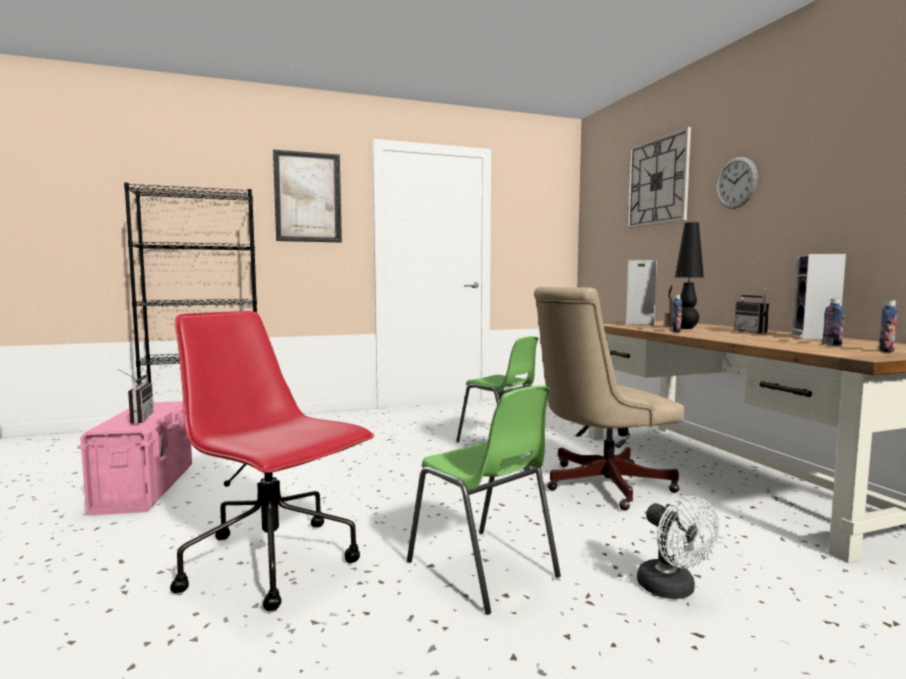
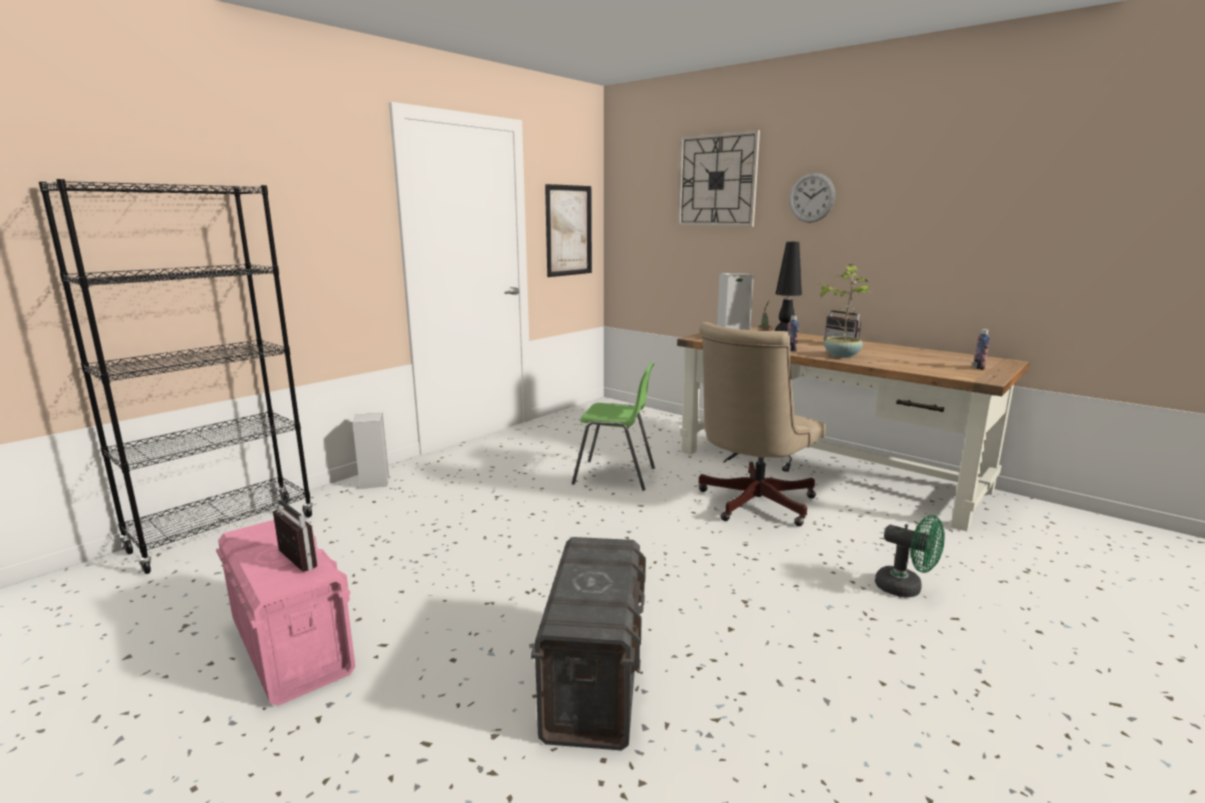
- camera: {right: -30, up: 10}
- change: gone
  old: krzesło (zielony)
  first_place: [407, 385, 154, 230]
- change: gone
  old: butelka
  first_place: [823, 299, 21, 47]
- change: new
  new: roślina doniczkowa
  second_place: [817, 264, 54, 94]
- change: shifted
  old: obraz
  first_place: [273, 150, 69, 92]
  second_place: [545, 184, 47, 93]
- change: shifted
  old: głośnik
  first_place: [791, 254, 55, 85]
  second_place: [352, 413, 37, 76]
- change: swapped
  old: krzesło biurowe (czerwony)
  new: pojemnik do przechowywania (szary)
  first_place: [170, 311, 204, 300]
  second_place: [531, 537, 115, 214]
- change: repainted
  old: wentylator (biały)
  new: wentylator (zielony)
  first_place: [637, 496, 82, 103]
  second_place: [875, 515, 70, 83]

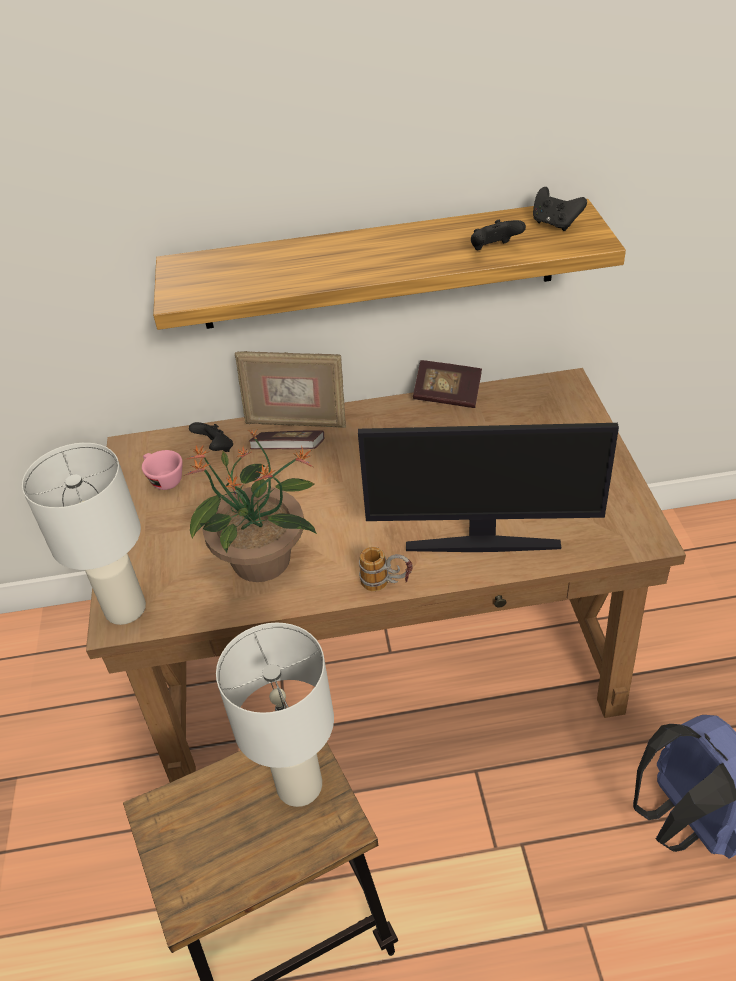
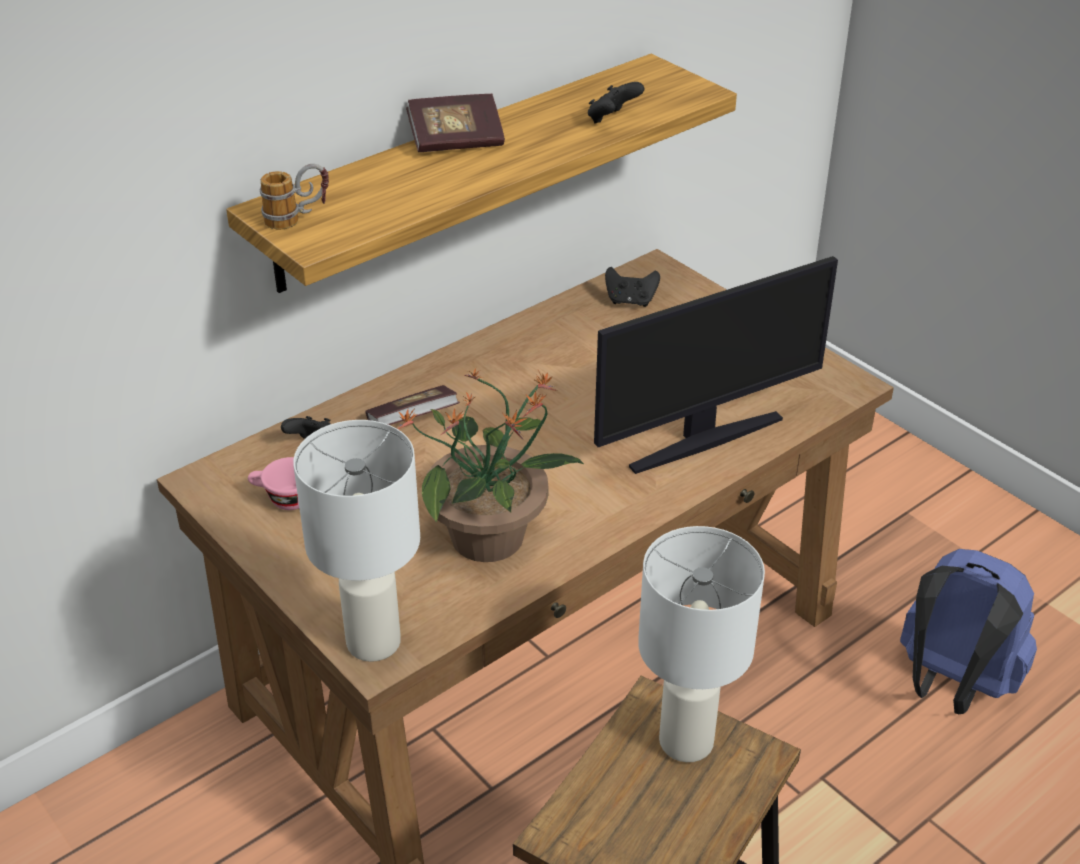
- camera: {right: -35, up: -5}
- change: gone
  old: ramka na zdjęcie
  first_place: [235, 351, 111, 77]
- change: shifted
  old: kubek
  first_place: [359, 547, 54, 44]
  second_place: [260, 164, 69, 66]
- change: shifted
  old: książka
  first_place: [413, 360, 69, 48]
  second_place: [406, 94, 99, 58]
- change: shifted
  old: pad do gier (czarny)
  first_place: [533, 187, 54, 44]
  second_place: [605, 267, 55, 40]

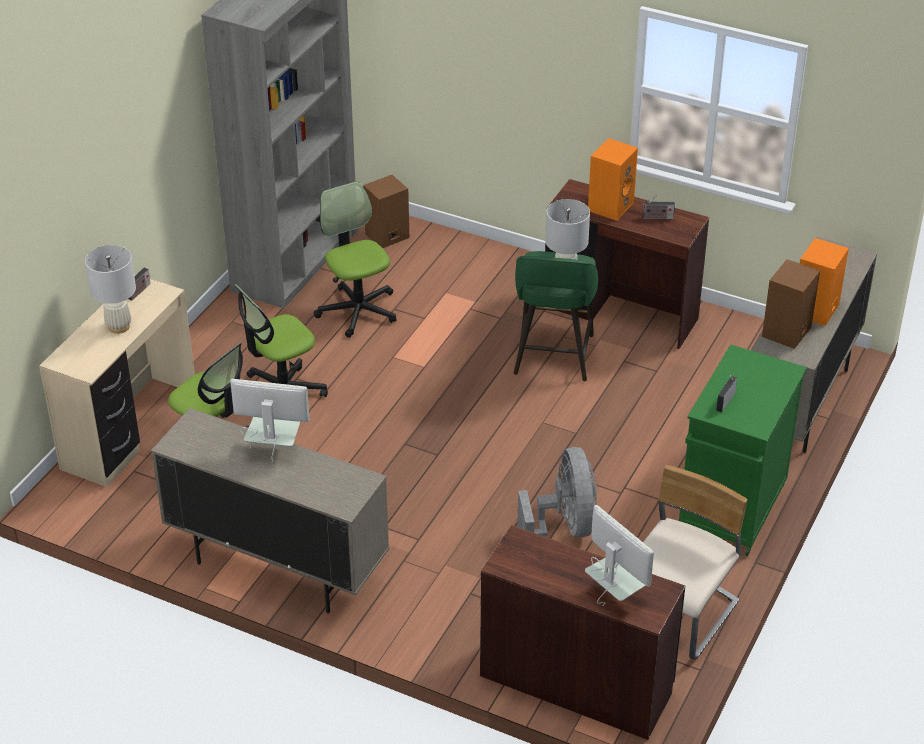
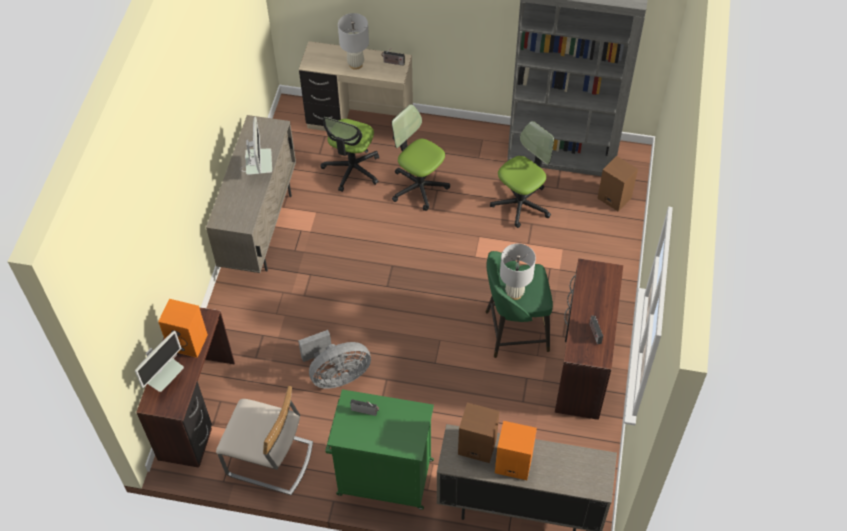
- camera: {right: 75, up: 15}
- change: shifted
  old: głośnik (pomarańczowy)
  first_place: [588, 138, 50, 83]
  second_place: [158, 299, 50, 59]

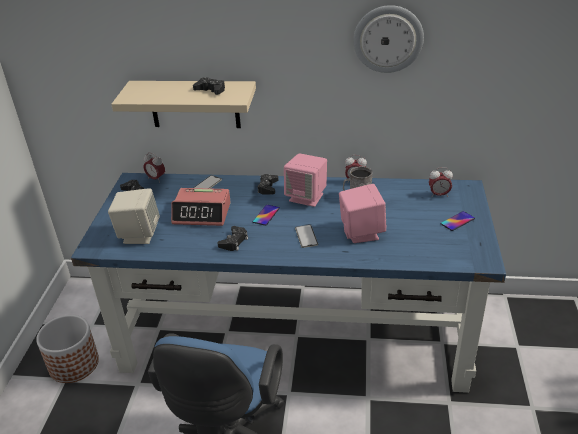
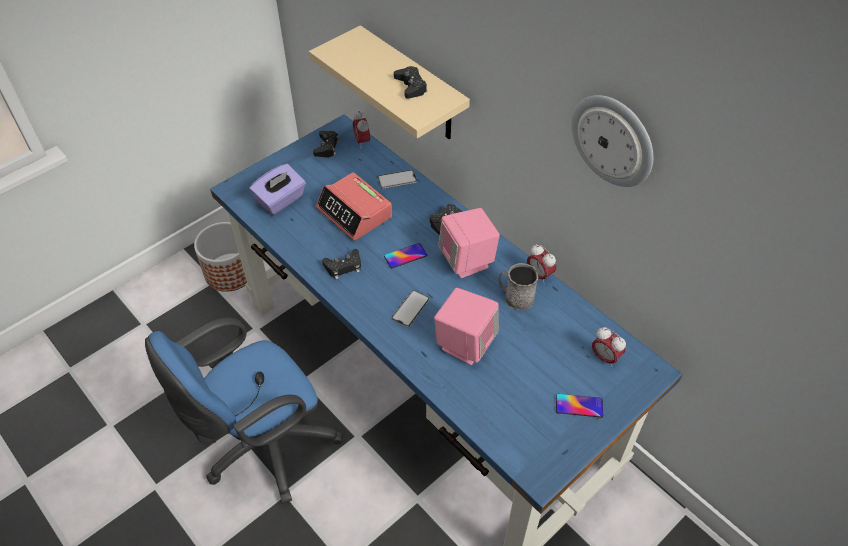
- camera: {right: 40, up: 15}
- change: swapped
  old: głośnik (beżowy)
  new: pudełko chusteczek (fioletowy)
  first_place: [108, 188, 52, 56]
  second_place: [249, 164, 57, 51]

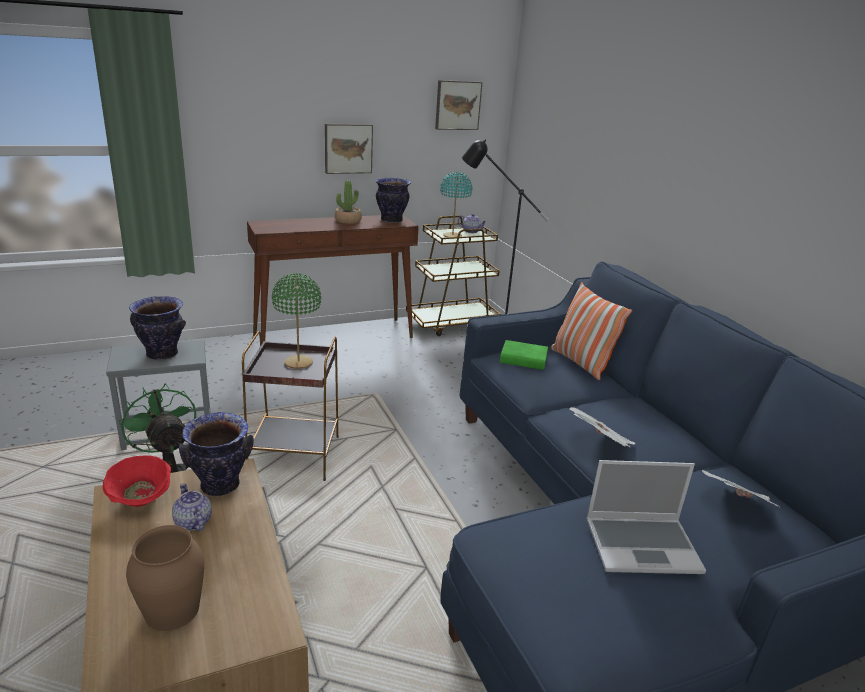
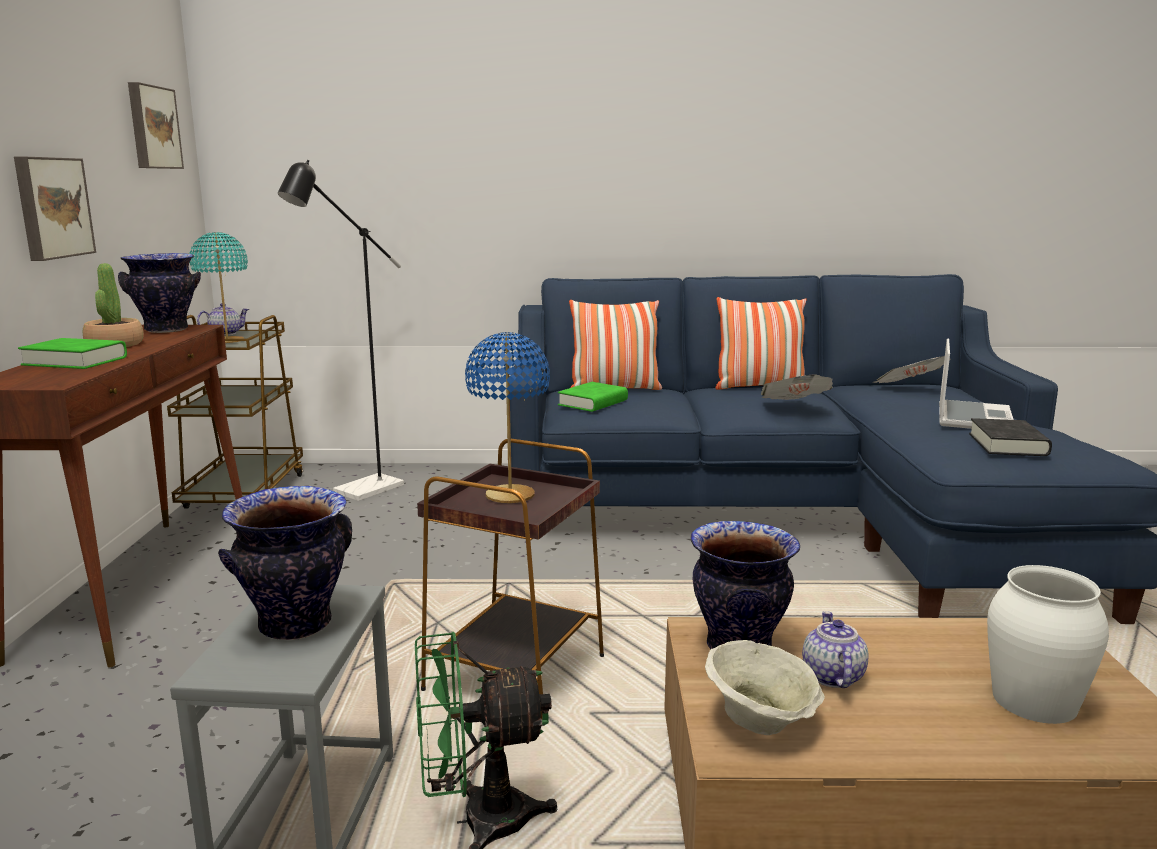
- camera: {right: -65, up: -10}
- change: new
  new: książka (zielony)
  second_place: [18, 338, 109, 31]
- change: new
  new: poduszka
  second_place: [716, 297, 90, 93]
- change: new
  new: książka (czarny)
  second_place: [969, 418, 83, 38]
- change: repainted
  old: miska (czerwony)
  new: miska (beżowy)
  first_place: [103, 455, 68, 52]
  second_place: [705, 640, 120, 95]
- change: repainted
  old: wazon (brązowy)
  new: wazon (biały)
  first_place: [126, 525, 78, 106]
  second_place: [987, 565, 122, 159]
- change: repainted
  old: lampa stołowa (zielony)
  new: lampa stołowa (niebieski)
  first_place: [272, 273, 49, 96]
  second_place: [465, 332, 85, 171]
- change: rotated
  old: imbryk
  first_place: [172, 483, 40, 48]
  second_place: [802, 611, 66, 77]
  degrees: 105

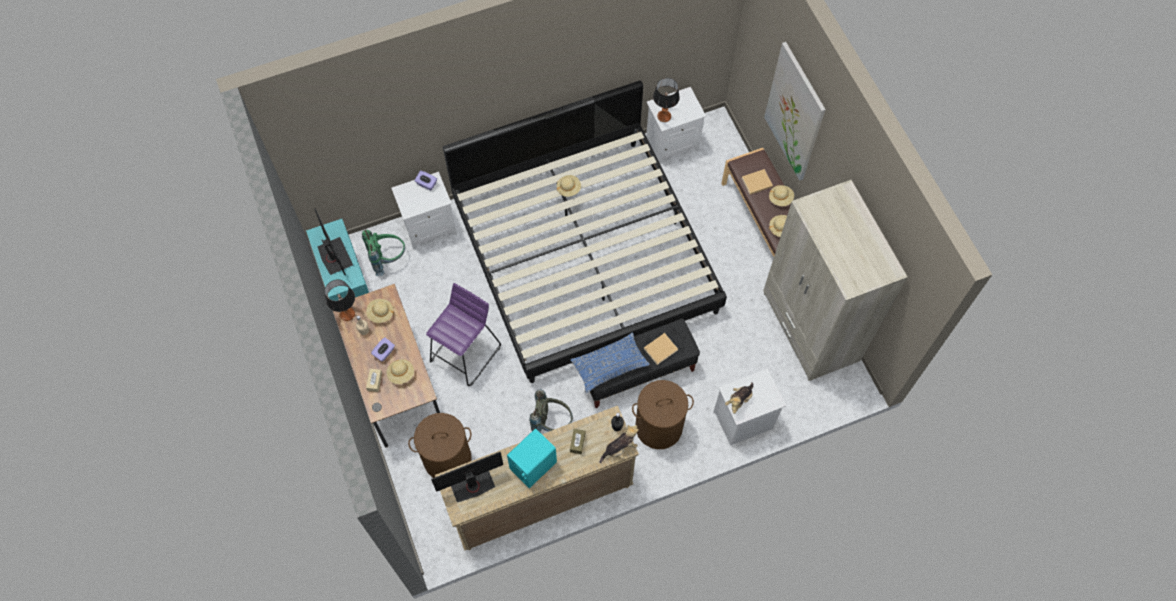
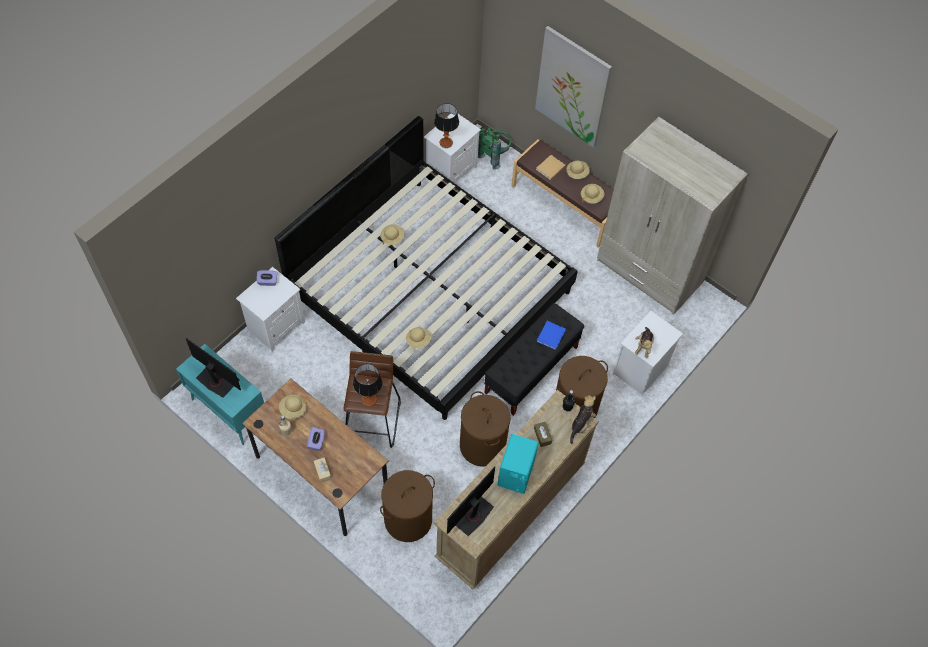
- camera: {right: -30, up: -5}
- change: gone
  old: poduszka (niebieski)
  first_place: [571, 333, 79, 60]
- change: shifted
  old: lampa stołowa
  first_place: [325, 280, 30, 41]
  second_place: [353, 364, 29, 43]
- change: shifted
  old: plecak (zielony)
  first_place: [362, 229, 43, 47]
  second_place: [478, 127, 34, 43]
- change: shifted
  old: kapelusz (beżowy)
  first_place: [387, 359, 27, 25]
  second_place: [406, 327, 25, 22]
- change: swapped
  old: plecak (szary)
  new: kosz na pranie (brązowy)
  first_place: [529, 389, 44, 44]
  second_place: [460, 391, 51, 76]
- change: repainted
  old: stołek (fioletowy)
  new: stołek (brązowy)
  first_place: [426, 283, 75, 103]
  second_place: [344, 351, 57, 97]
- change: repainted
  old: książka (beżowy)
  new: książka (niebieski)
  first_place: [644, 333, 34, 32]
  second_place: [537, 321, 29, 29]

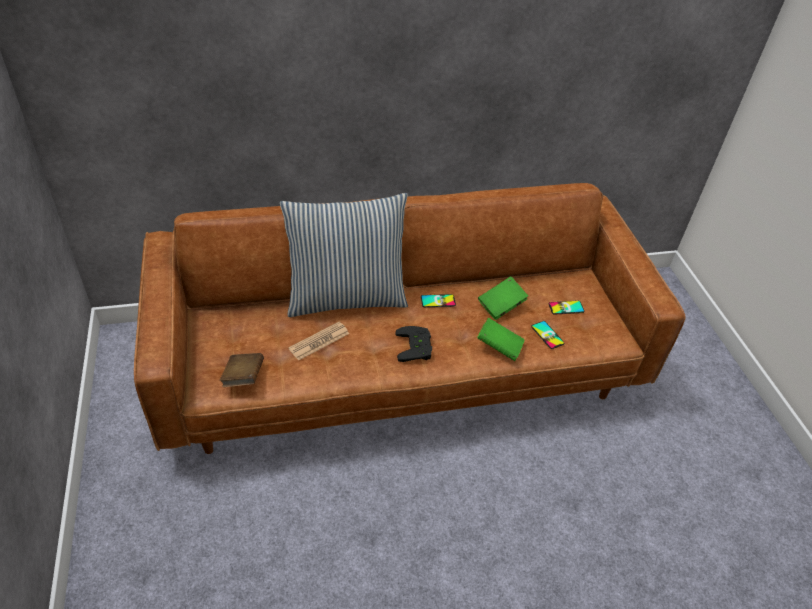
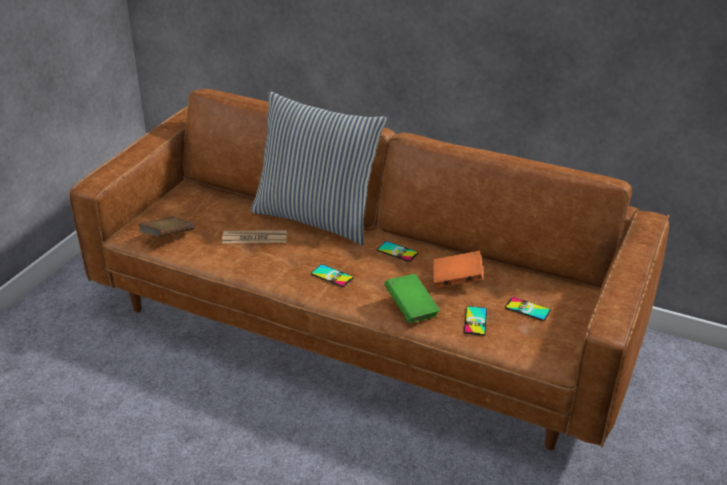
- camera: {right: 40, up: -10}
- change: swapped
  old: pad do gier (czarny)
  new: telefon
  first_place: [395, 326, 37, 36]
  second_place: [311, 264, 42, 23]
- change: repainted
  old: książka (zielony)
  new: książka (pomarańczowy)
  first_place: [478, 276, 50, 44]
  second_place: [433, 251, 50, 37]

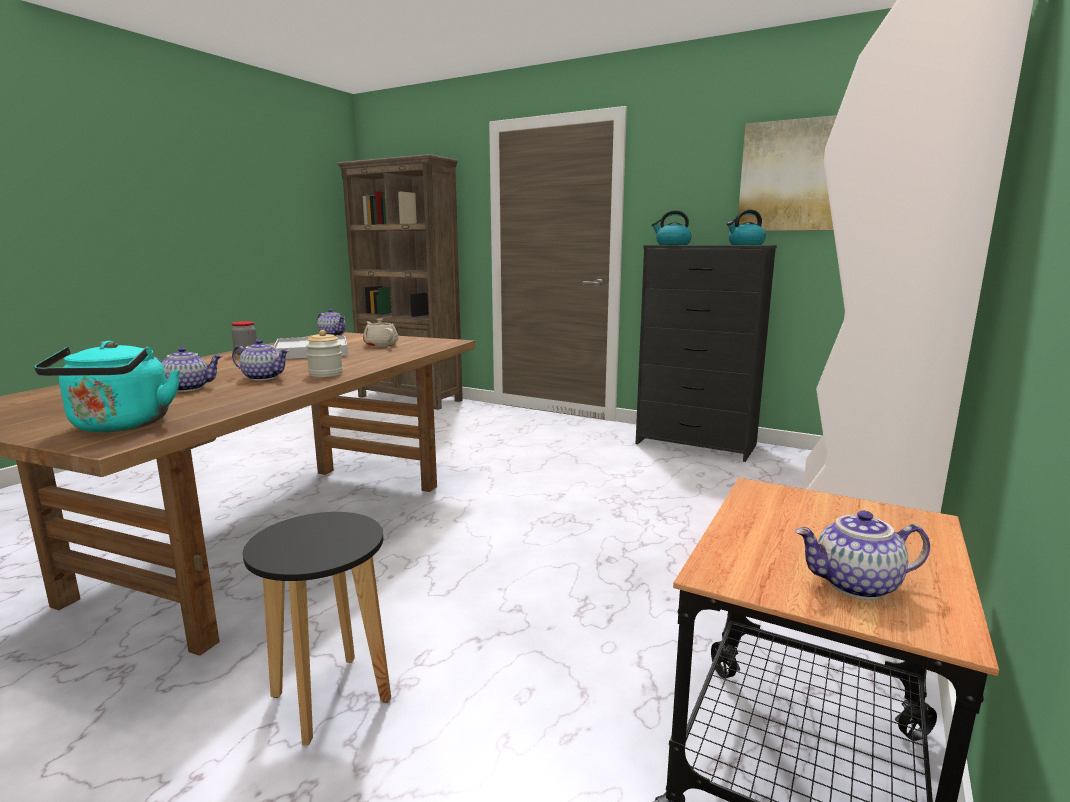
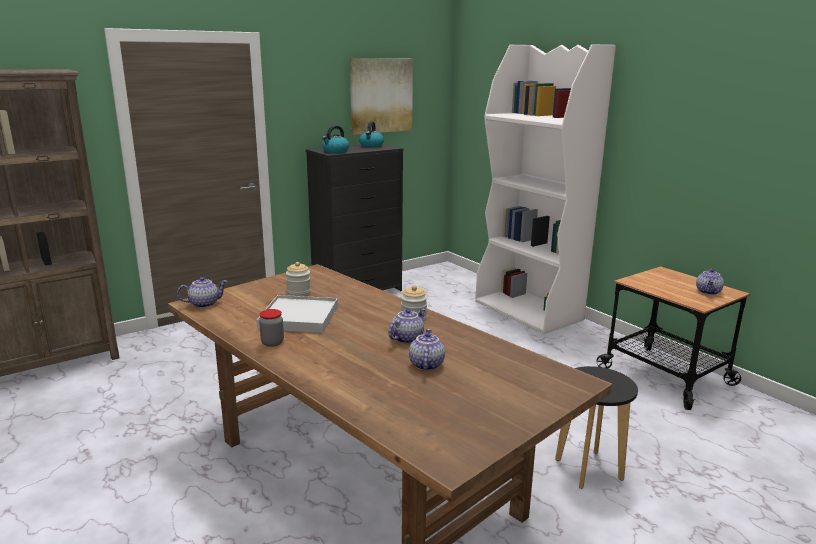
- camera: {right: -65, up: 5}
- change: gone
  old: czajnik (turkusowy)
  first_place: [34, 341, 146, 91]
- change: swapped
  old: imbryk (beżowy)
  new: słoik
  first_place: [363, 319, 35, 28]
  second_place: [286, 262, 25, 34]

